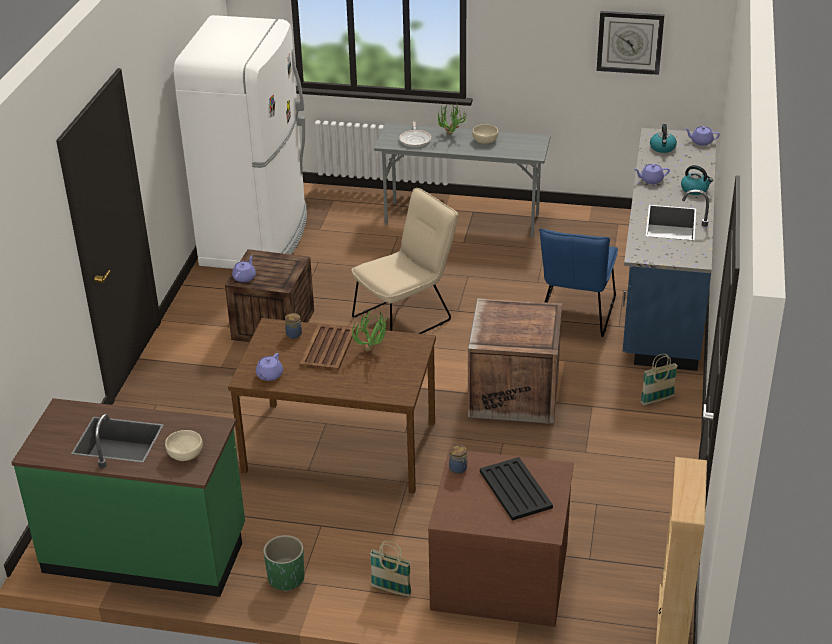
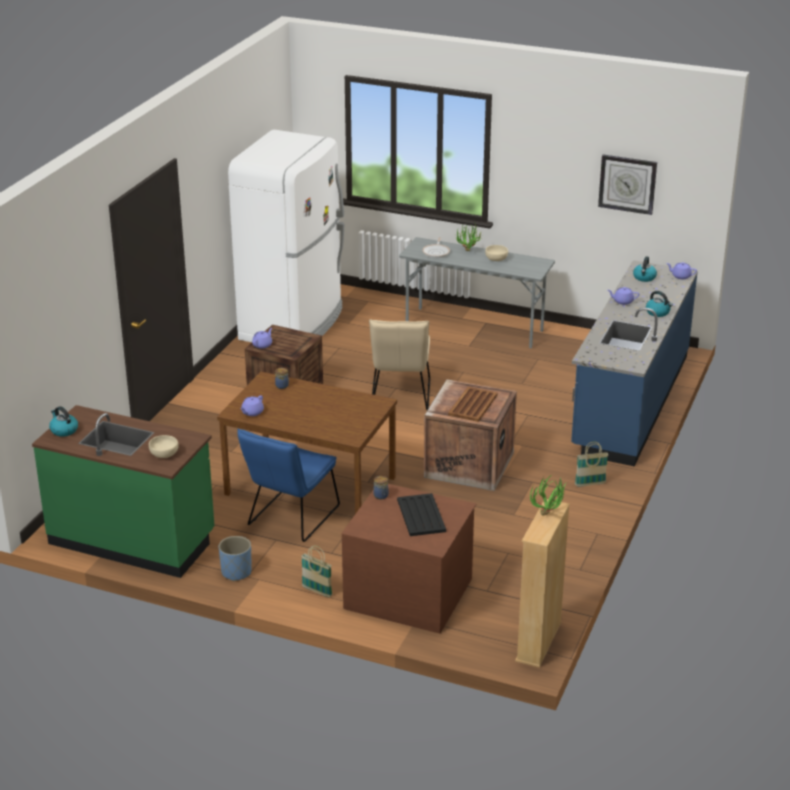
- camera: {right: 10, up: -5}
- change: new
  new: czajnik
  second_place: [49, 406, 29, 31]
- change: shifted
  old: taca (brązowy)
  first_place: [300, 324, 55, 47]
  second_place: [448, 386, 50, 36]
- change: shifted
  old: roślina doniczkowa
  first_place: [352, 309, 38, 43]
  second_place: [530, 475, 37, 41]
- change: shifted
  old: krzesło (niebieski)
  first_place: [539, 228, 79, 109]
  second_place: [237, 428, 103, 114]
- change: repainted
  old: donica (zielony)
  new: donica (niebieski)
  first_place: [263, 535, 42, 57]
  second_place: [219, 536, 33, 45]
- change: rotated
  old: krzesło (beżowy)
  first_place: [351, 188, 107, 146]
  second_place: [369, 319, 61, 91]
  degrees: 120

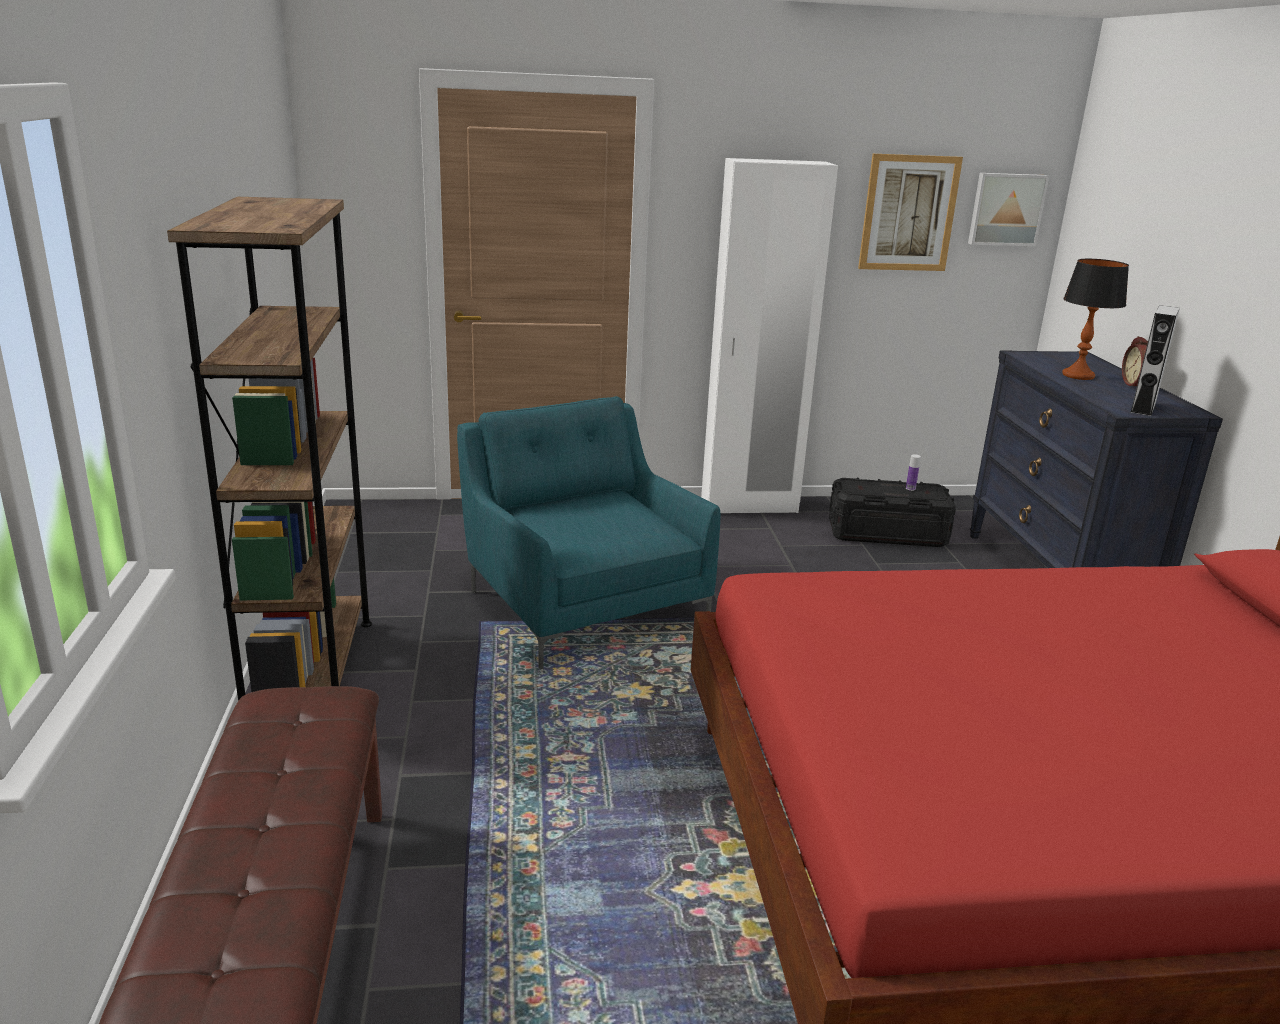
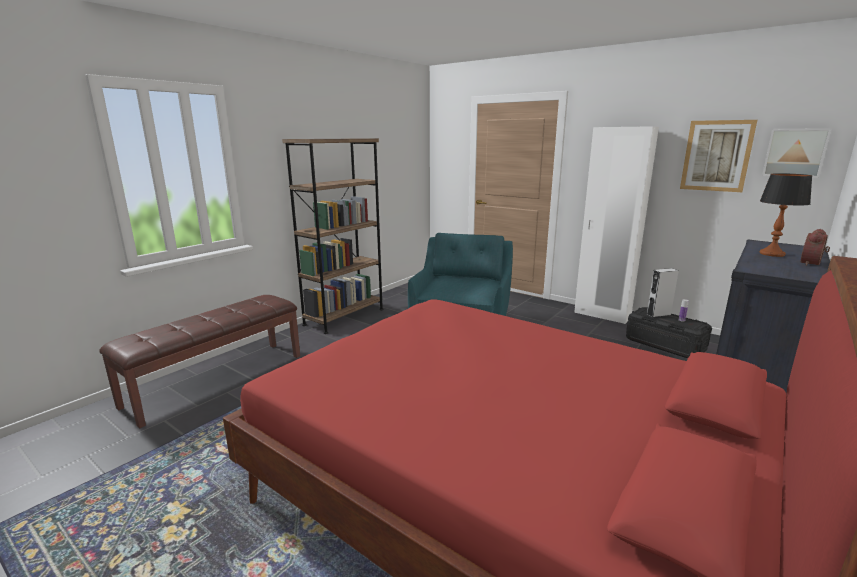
- camera: {right: 45, up: -5}
- change: shifted
  old: głośnik (szary)
  first_place: [1130, 305, 50, 111]
  second_place: [647, 268, 32, 49]

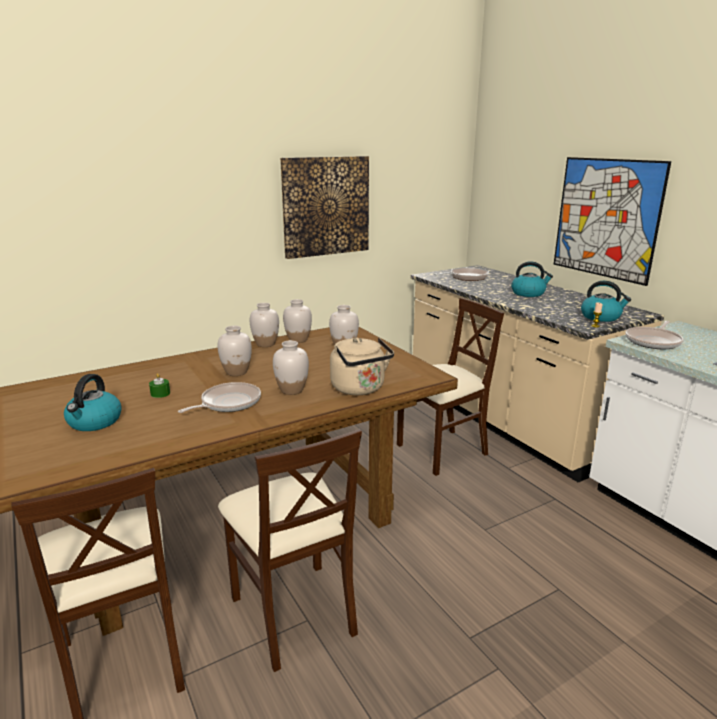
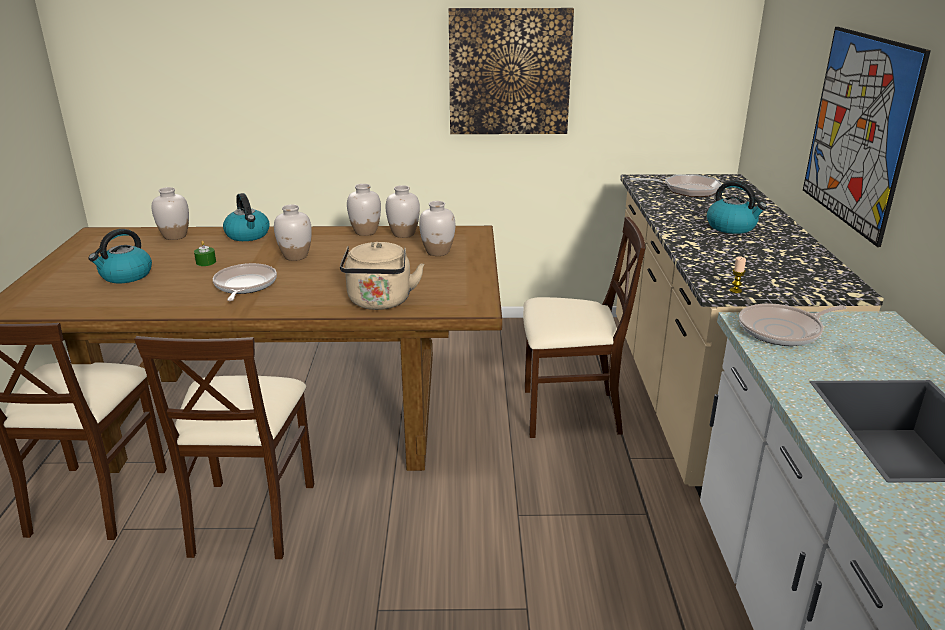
- camera: {right: 30, up: 5}
- change: shifted
  old: wazon (biały)
  first_place: [273, 340, 36, 55]
  second_place: [152, 187, 37, 53]
- change: shifted
  old: czajnik
  first_place: [581, 281, 50, 41]
  second_place: [223, 193, 47, 48]
- change: rotated
  old: patelnia
  first_place: [178, 382, 83, 31]
  second_place: [213, 263, 64, 38]
  degrees: -75

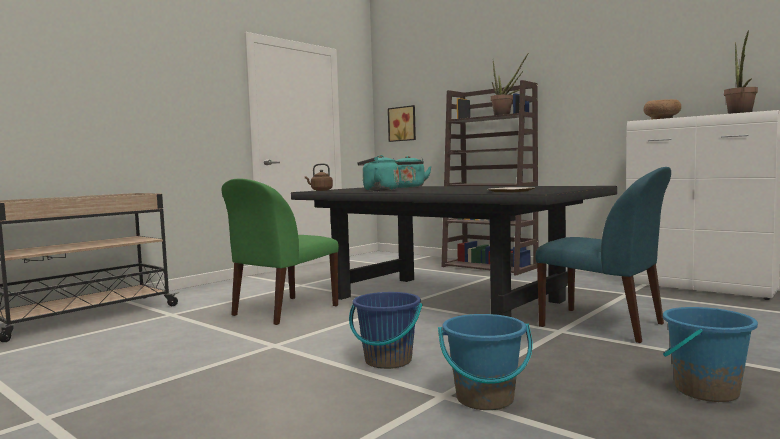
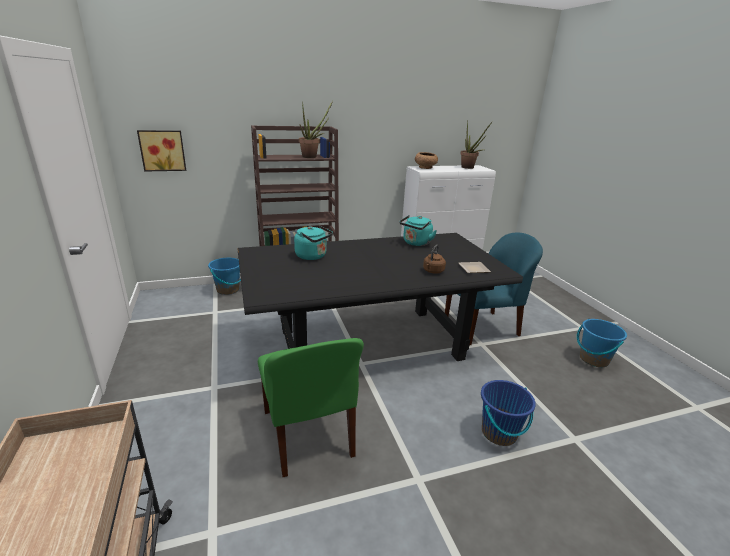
- camera: {right: -60, up: 20}
- change: shifted
  old: czajnik (brązowy)
  first_place: [305, 163, 28, 28]
  second_place: [423, 245, 23, 29]
- change: shifted
  old: czajnik (turkusowy)
  first_place: [357, 155, 42, 36]
  second_place: [400, 215, 37, 31]
- change: shifted
  old: wiadro (niebieski)
  first_place: [438, 314, 95, 96]
  second_place: [208, 258, 33, 37]

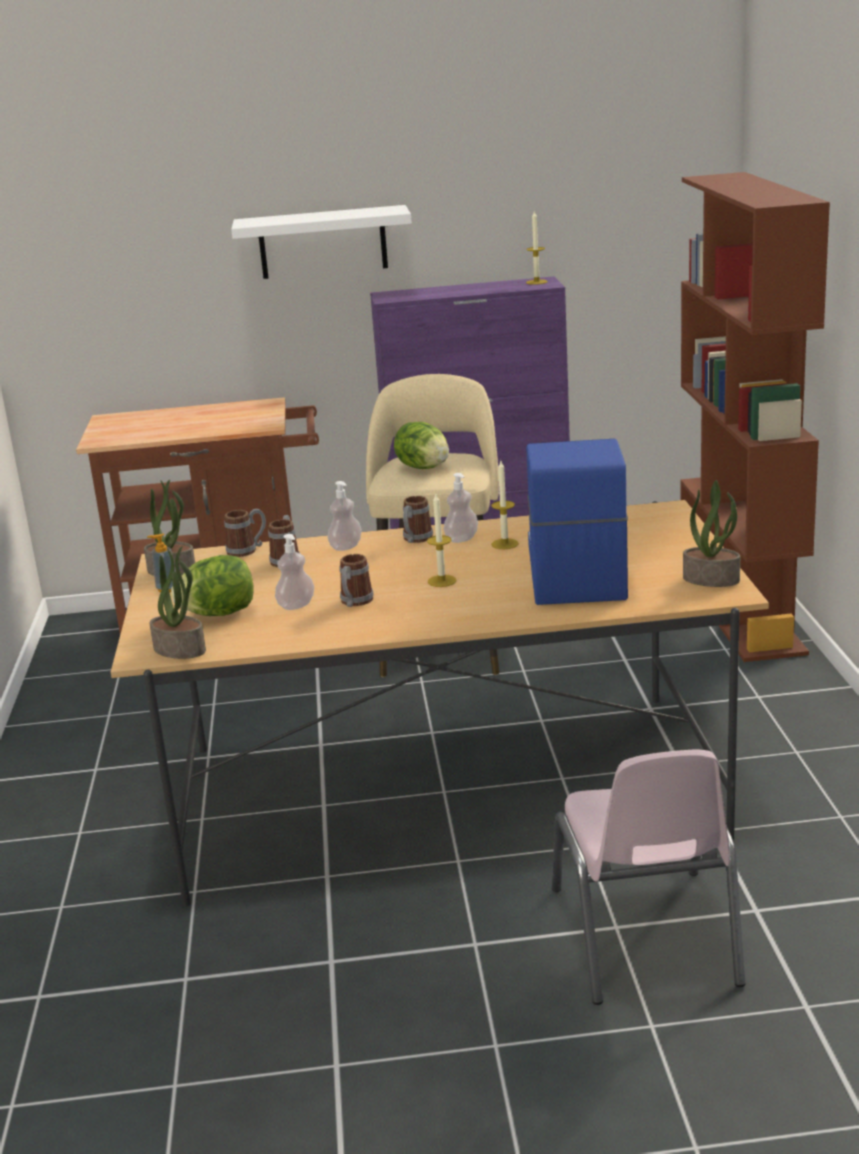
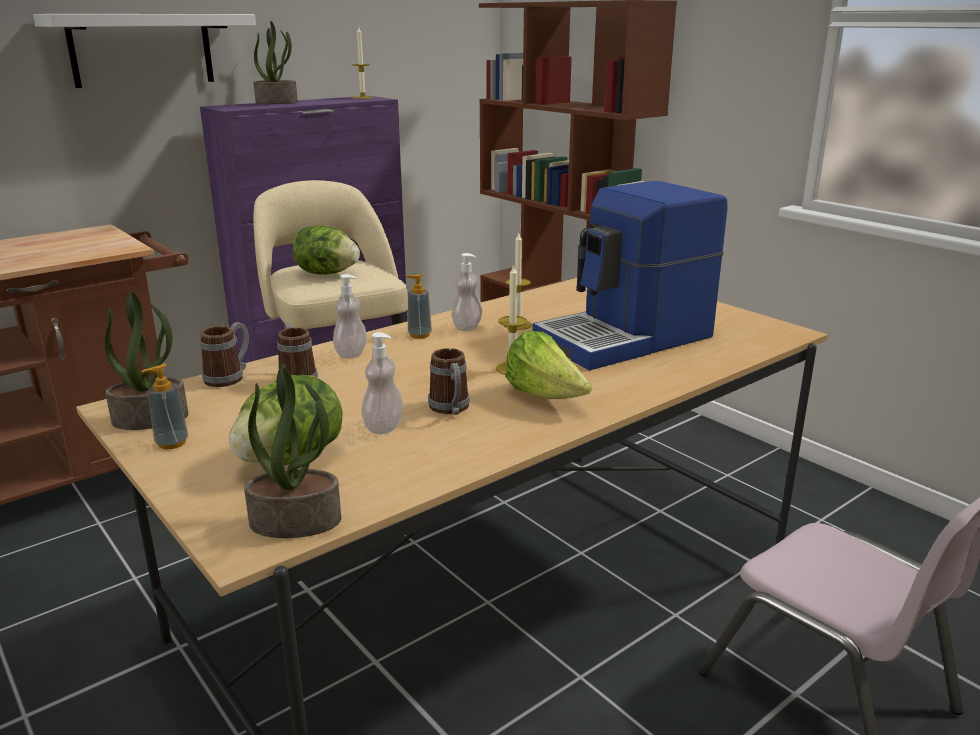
- camera: {right: -35, up: 0}
- change: new
  new: sałata
  second_place: [505, 331, 87, 68]
- change: shifted
  old: roślina doniczkowa
  first_place: [683, 480, 57, 107]
  second_place: [253, 21, 45, 83]
- change: swapped
  old: kubek
  new: dozownik mydła
  first_place: [403, 496, 30, 47]
  second_place: [405, 274, 27, 65]
- change: rotated
  old: ekspres do kawy
  first_place: [526, 439, 102, 166]
  second_place: [532, 181, 195, 189]
  degrees: -90

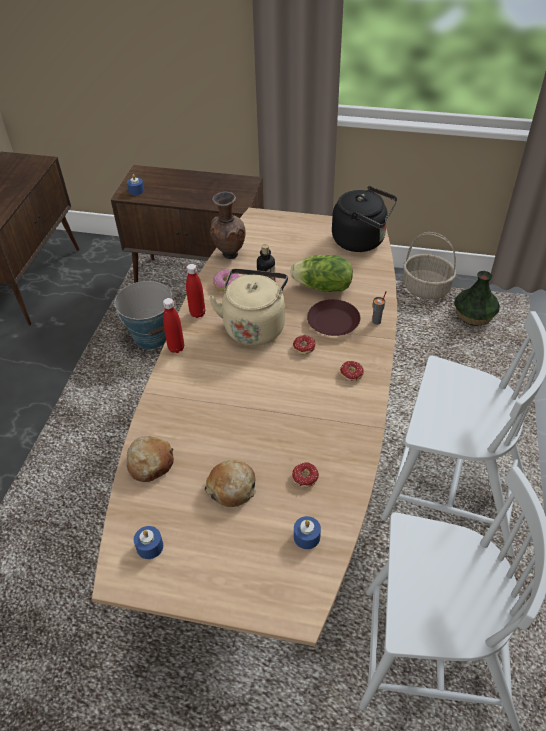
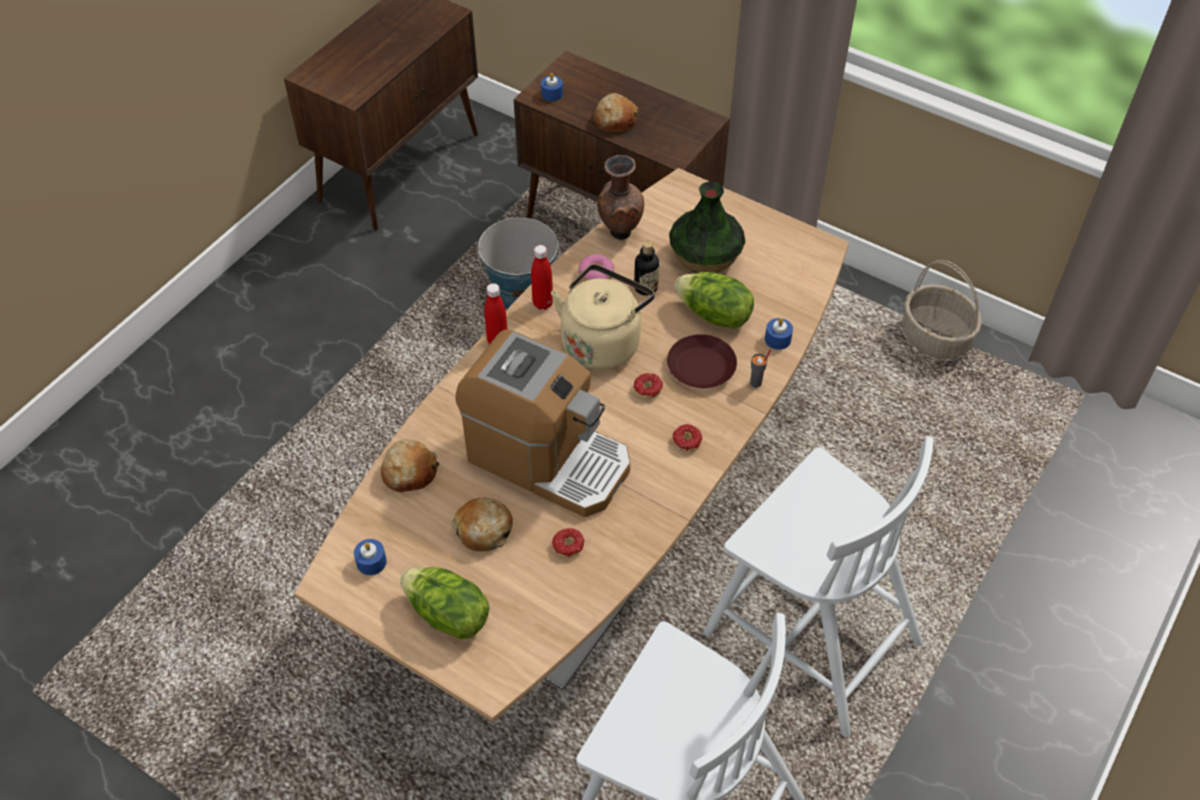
- camera: {right: 20, up: 5}
- change: gone
  old: czajnik (czarny)
  first_place: [332, 186, 65, 66]
- change: new
  new: sałata
  second_place: [400, 567, 90, 72]
- change: new
  new: ekspres do kawy
  second_place: [455, 330, 175, 187]
- change: new
  new: chleb
  second_place: [594, 93, 45, 39]
- change: shifted
  old: świeca (niebieski)
  first_place: [294, 516, 27, 33]
  second_place: [765, 318, 28, 32]
- change: shifted
  old: wazon
  first_place: [454, 271, 46, 55]
  second_place: [669, 181, 77, 92]

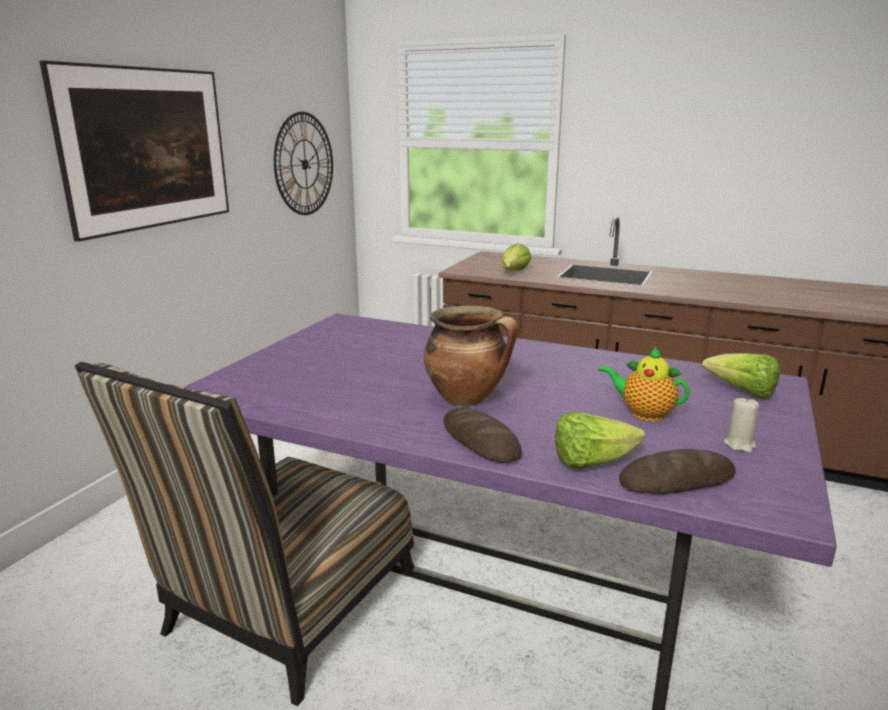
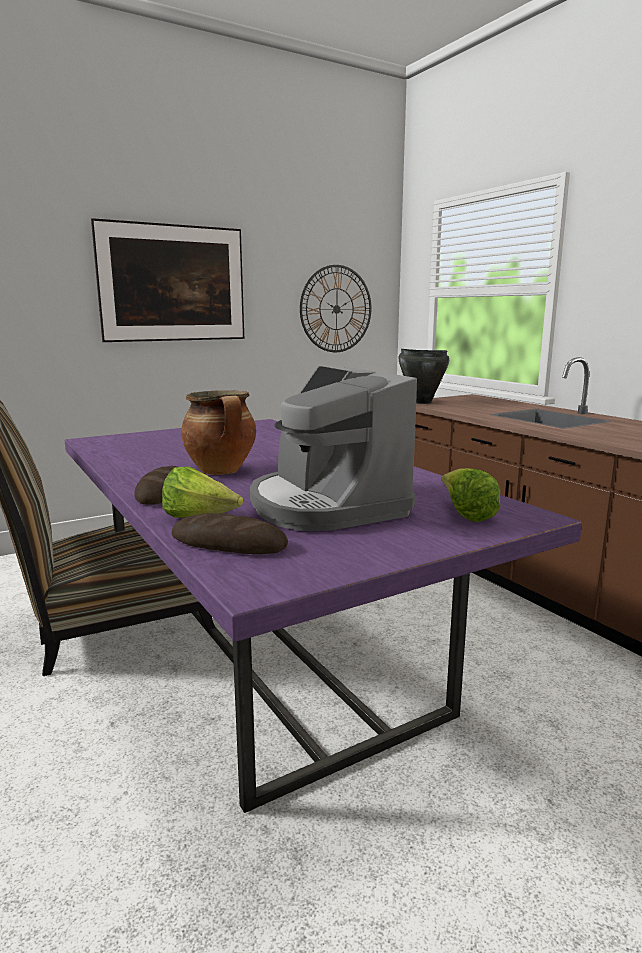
- camera: {right: 35, up: -5}
- change: gone
  old: sałata
  first_place: [502, 243, 29, 28]
- change: gone
  old: świeca (beżowy)
  first_place: [724, 397, 35, 56]
- change: new
  new: garnek (czarny)
  second_place: [398, 349, 51, 55]
- change: swapped
  old: imbryk
  new: ekspres do kawy
  first_place: [598, 346, 92, 75]
  second_place: [250, 366, 167, 165]

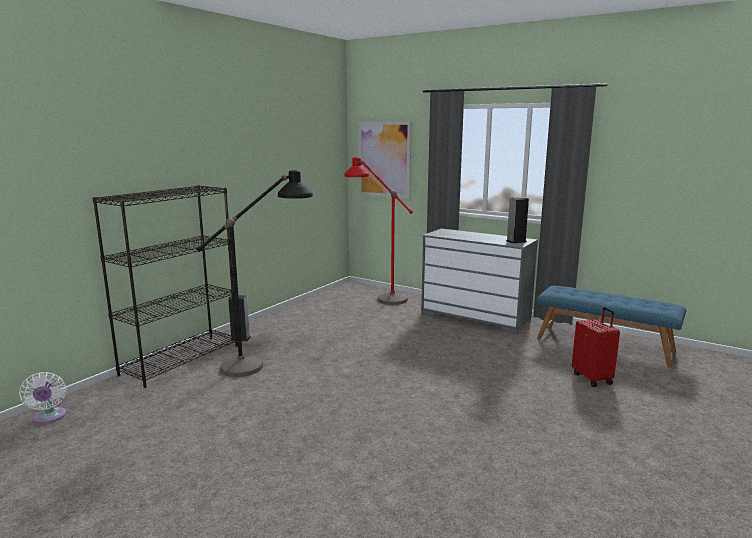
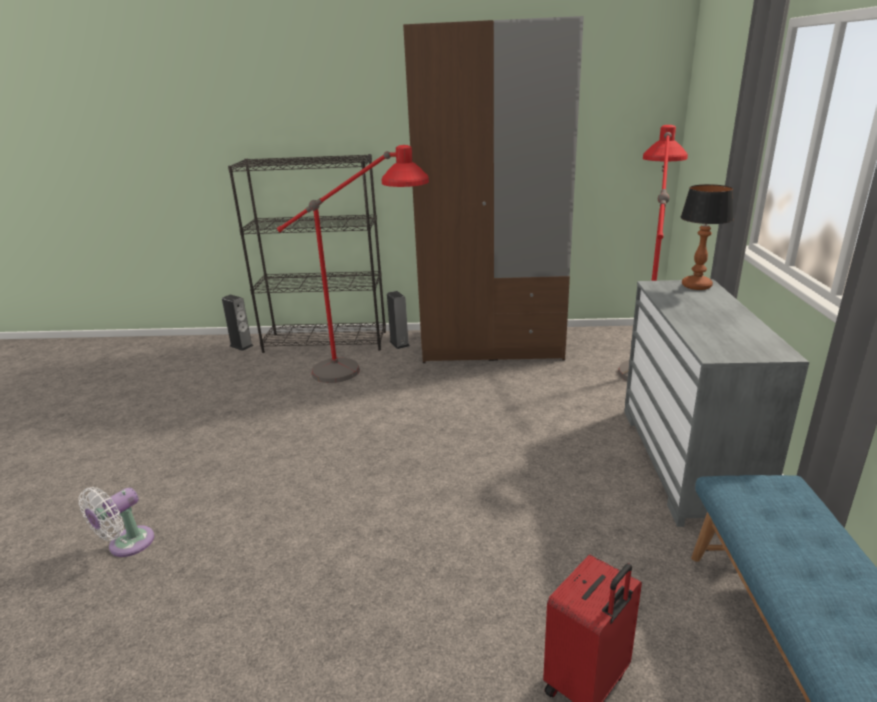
- camera: {right: 60, up: 10}
- change: gone
  old: obraz
  first_place: [359, 121, 53, 78]
- change: new
  new: szafa (brązowy)
  second_place: [403, 16, 181, 347]
- change: new
  new: lampa stołowa
  second_place: [681, 184, 53, 106]
- change: shifted
  old: wentylator (biały)
  first_place: [19, 372, 47, 52]
  second_place: [79, 487, 75, 70]
- change: shifted
  old: głośnik
  first_place: [506, 197, 23, 46]
  second_place: [222, 295, 31, 56]
- change: repainted
  old: lampa stojąca (czarny)
  new: lampa stojąca (czerwony)
  first_place: [196, 170, 117, 207]
  second_place: [277, 145, 152, 238]

